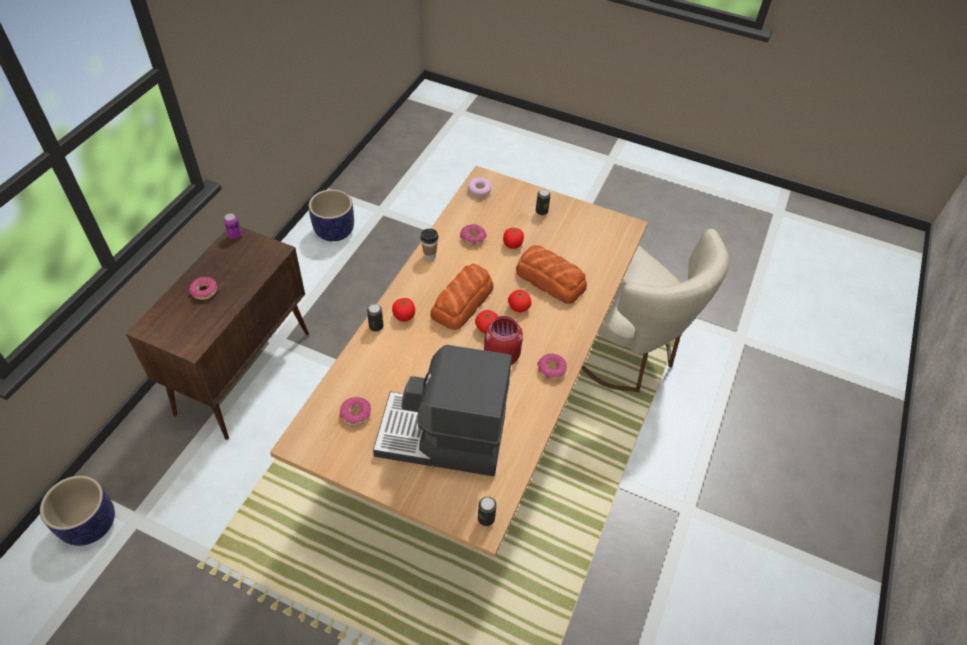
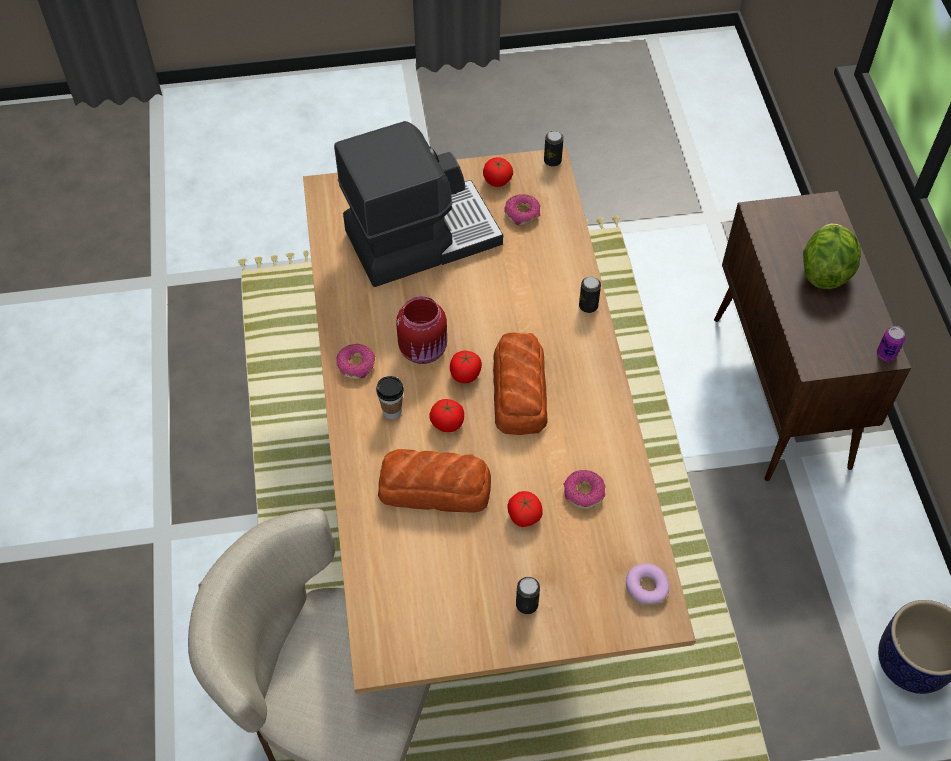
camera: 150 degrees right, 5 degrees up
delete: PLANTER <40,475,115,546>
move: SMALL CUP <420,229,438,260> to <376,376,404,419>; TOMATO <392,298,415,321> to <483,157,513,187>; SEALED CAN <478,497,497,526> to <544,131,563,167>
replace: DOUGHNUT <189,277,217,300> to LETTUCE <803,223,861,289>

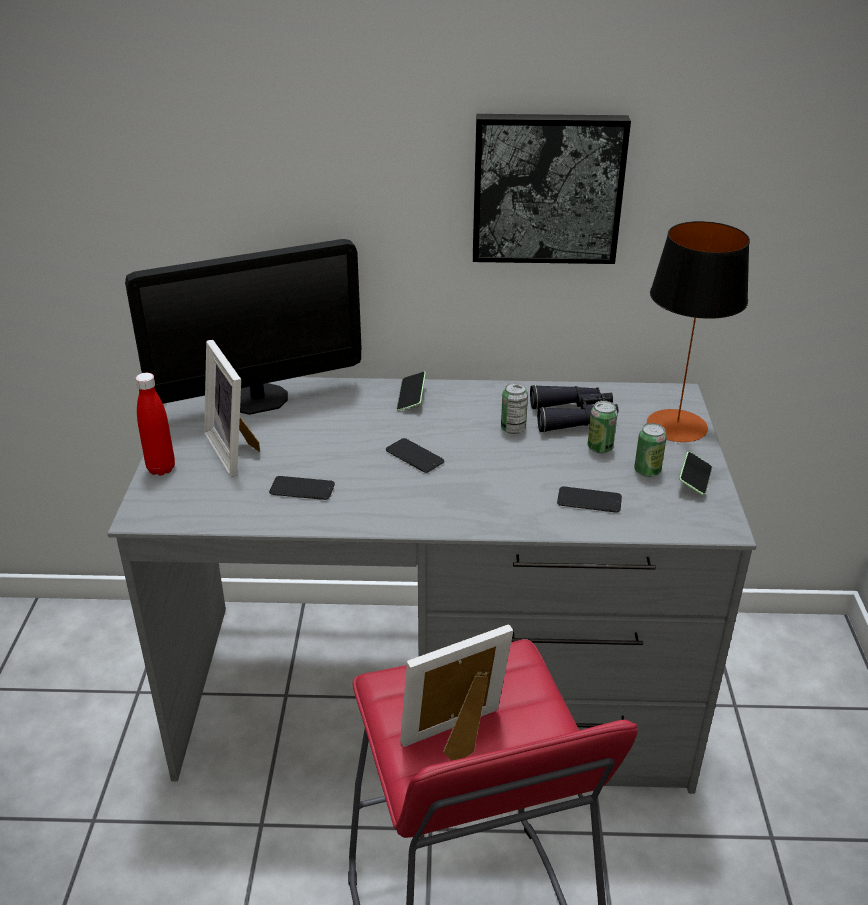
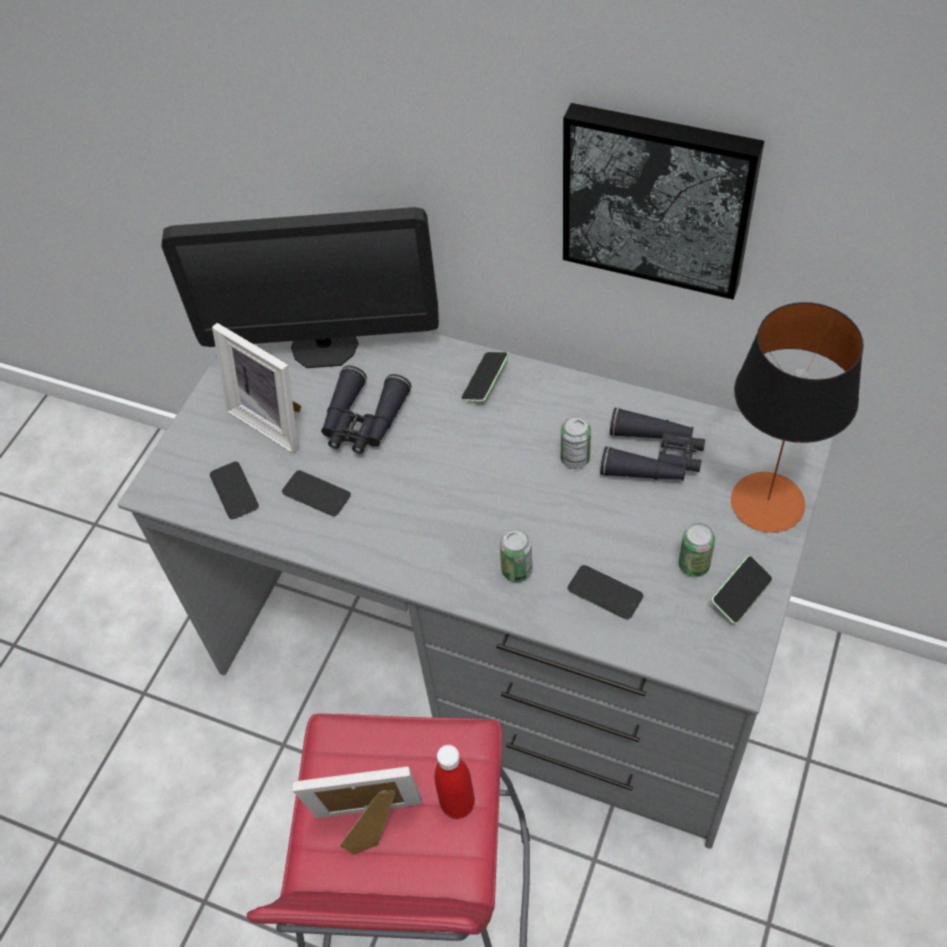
camera: 25 degrees right, 20 degrees up
insert: BLACKISH PAIR OF BINOCULARS <321,366,411,454>
move: REDDISH BEVERAGE BOTTLE <136,373,175,475> to <435,745,475,819>; SEALED CAN <588,401,618,453> to <500,529,533,582>; PHONE <386,438,444,473> to <210,462,259,519>
rotate: PHOTO FRAME <204,340,260,477> = <212,323,301,453> 45 degrees counterclockwise

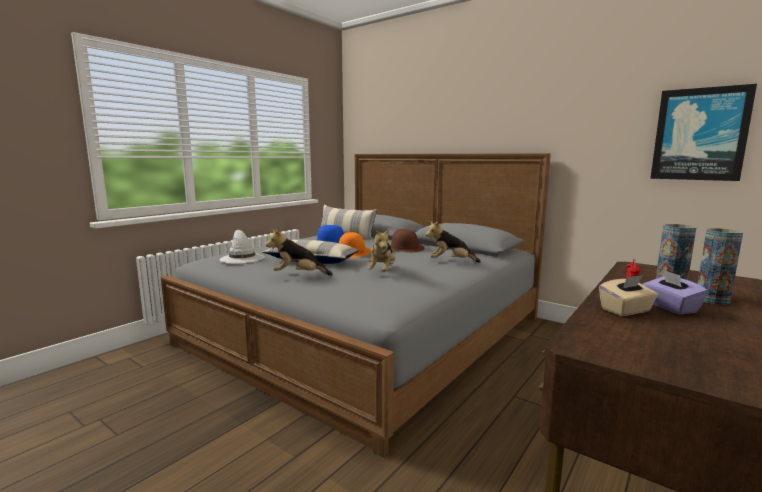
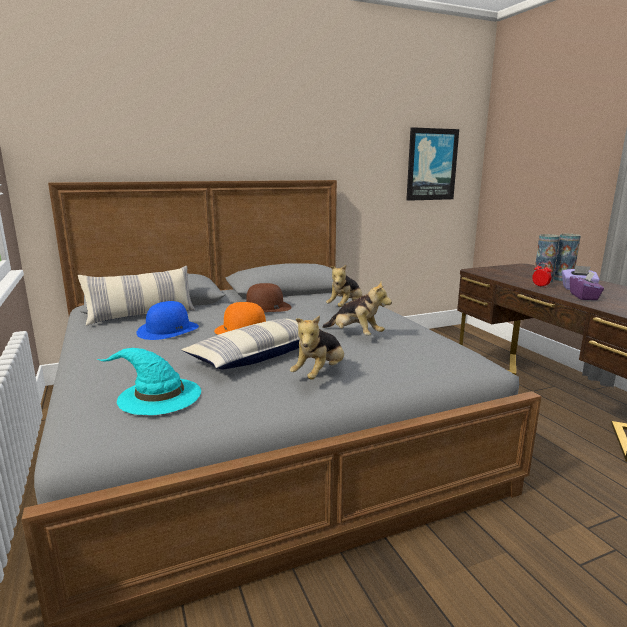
camera: 60 degrees left, 5 degrees up
recolor: WHITE-COLOURED WEARABLE HAT <220,230,265,264> to TURQUOISE WEARABLE HAT <98,348,201,415>; BEIGE TISSUE BOX <599,275,658,316> to PURPLE TISSUE BOX <570,271,604,300>

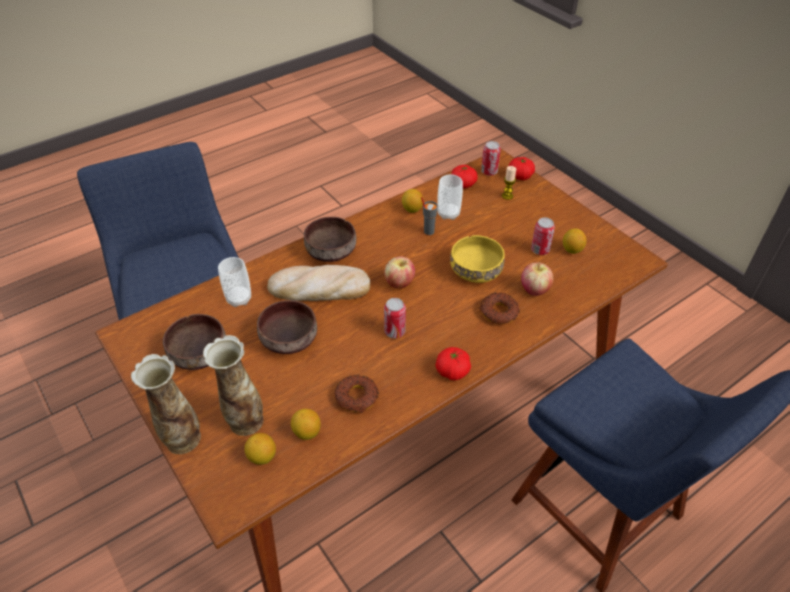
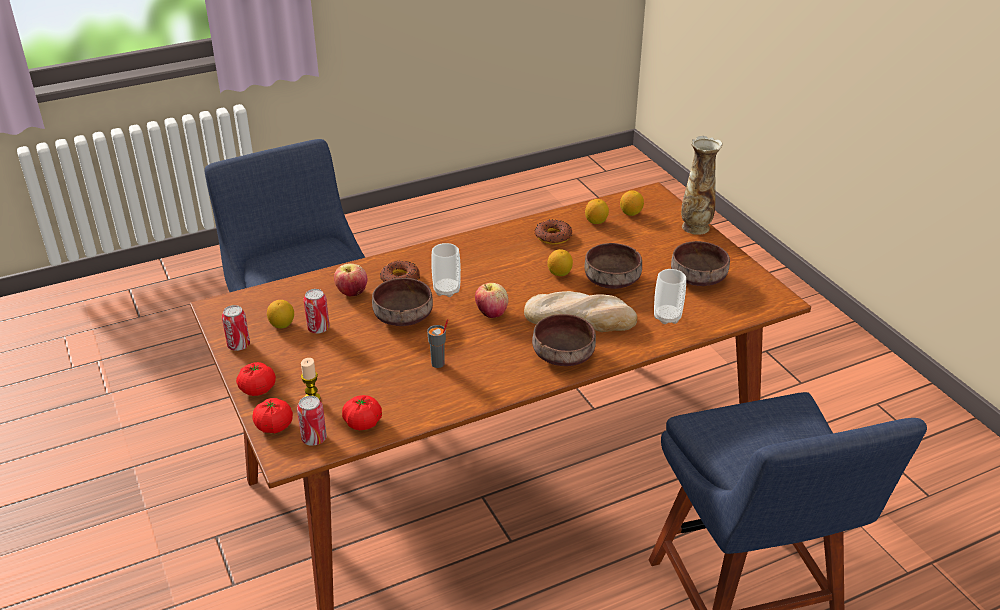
camera: 170 degrees left, 10 degrees down
delete: FLOWER VASE <203,335,264,436>
move: SMALL CUP <437,174,463,220> to <431,243,461,297>; CITRUS FRUIT <402,189,423,213> to <548,249,573,276>; SEALED CAN <384,298,406,338> to <222,305,250,351>; TOMATO <436,347,471,380> to <236,362,276,396>
recolor: YELLOWISH BOWL <450,235,505,283> to BROWN BOWL <372,278,433,326>

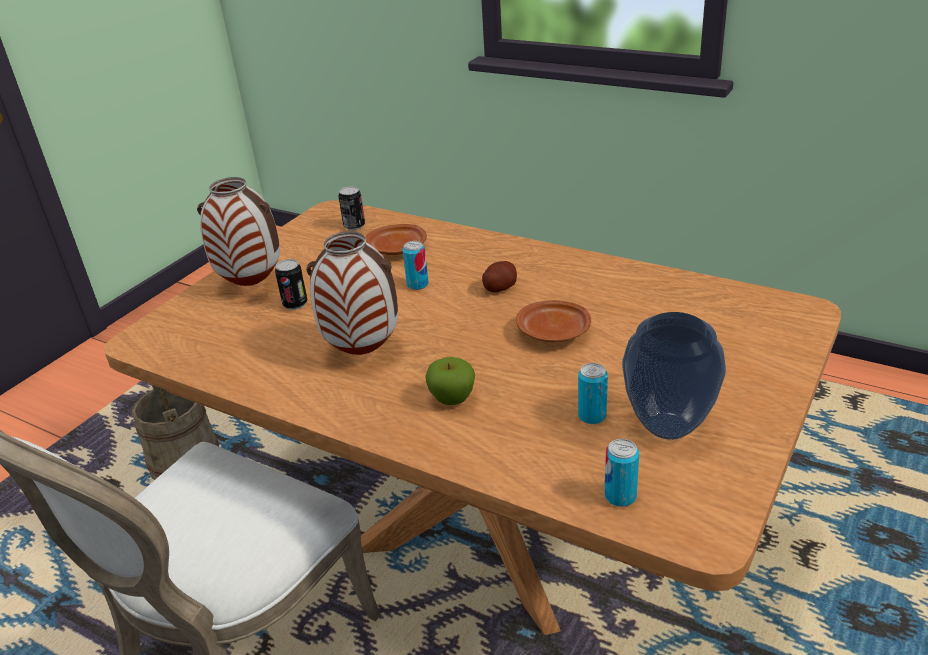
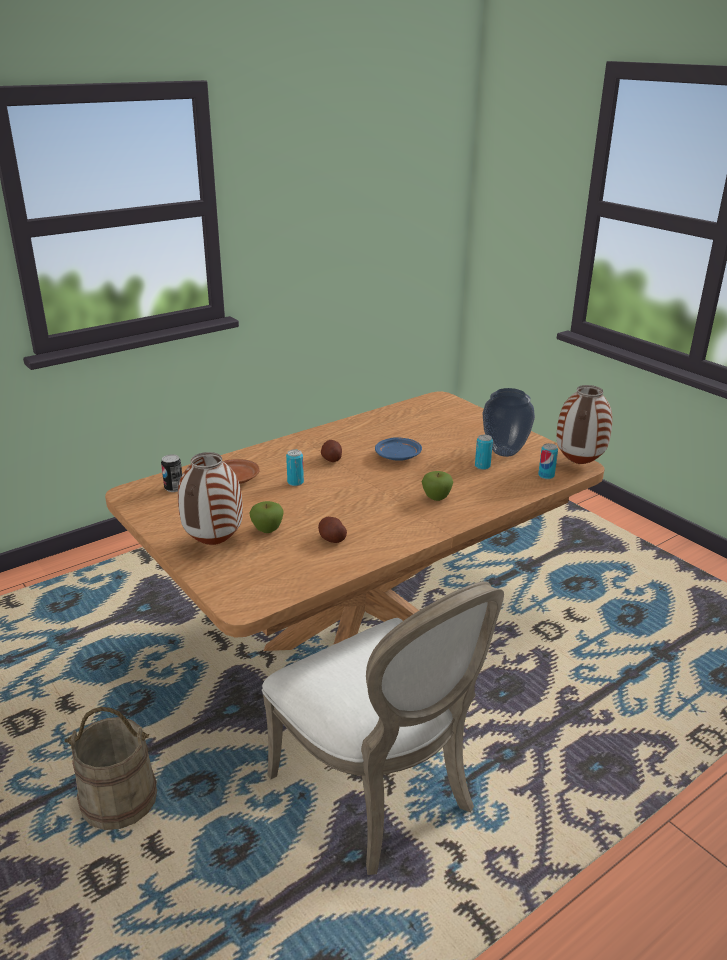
camera: 70 degrees left, 5 degrees down
insert: SPUD <318,517,347,543>
move: FLOWER VASE <307,231,398,355> to <556,385,613,464>
replace: SEALED CAN <275,259,308,310> to APPLE FRUIT <249,501,283,533>
recolor: BROWN DINNER PLATE <516,300,591,342> to BLUE-COLOURED DINNER PLATE <375,437,422,461>

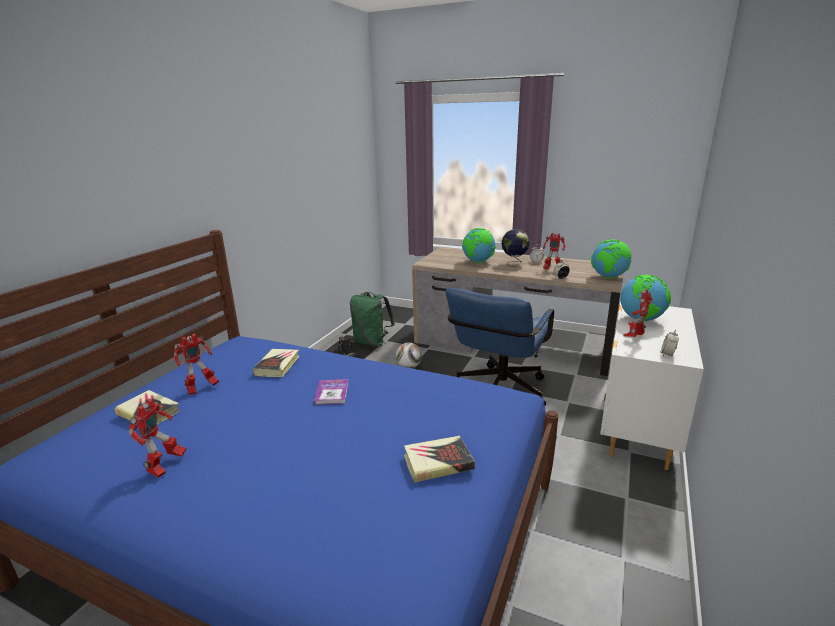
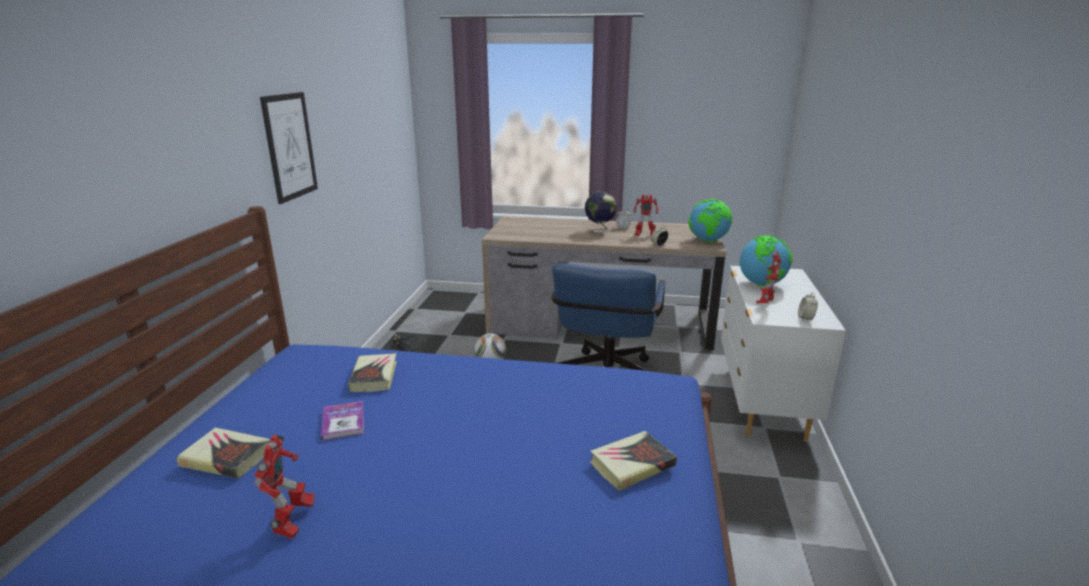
camera: 15 degrees left, 0 degrees up
delete: DESK GLOBE <462,228,496,263>; GREEN RUCKSACK <350,292,395,347>; MODEL ROBOT <174,334,219,395>
insert: PICTURE <260,92,318,204>
move: BOUND BOOK <314,379,349,405> to <321,401,364,441>

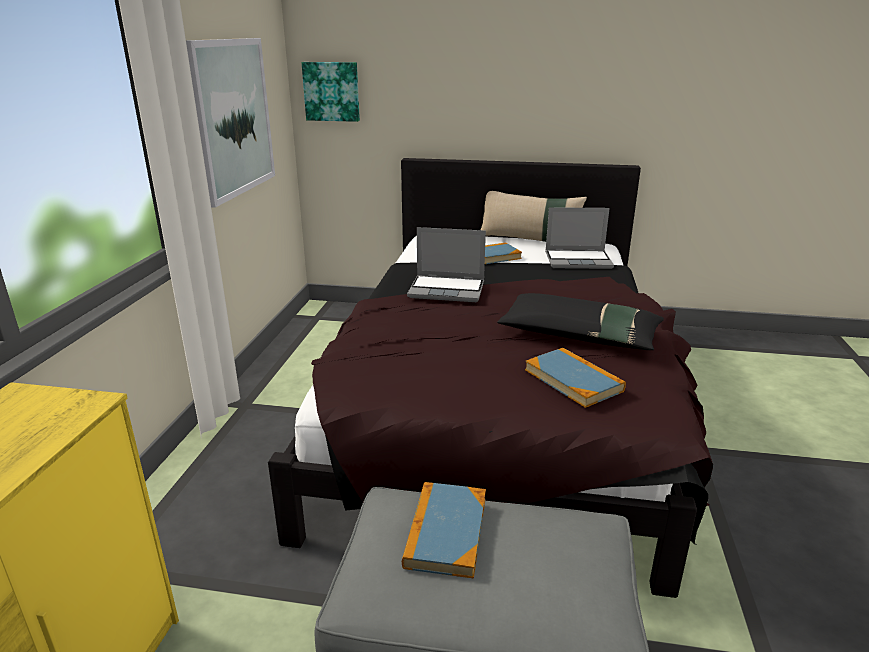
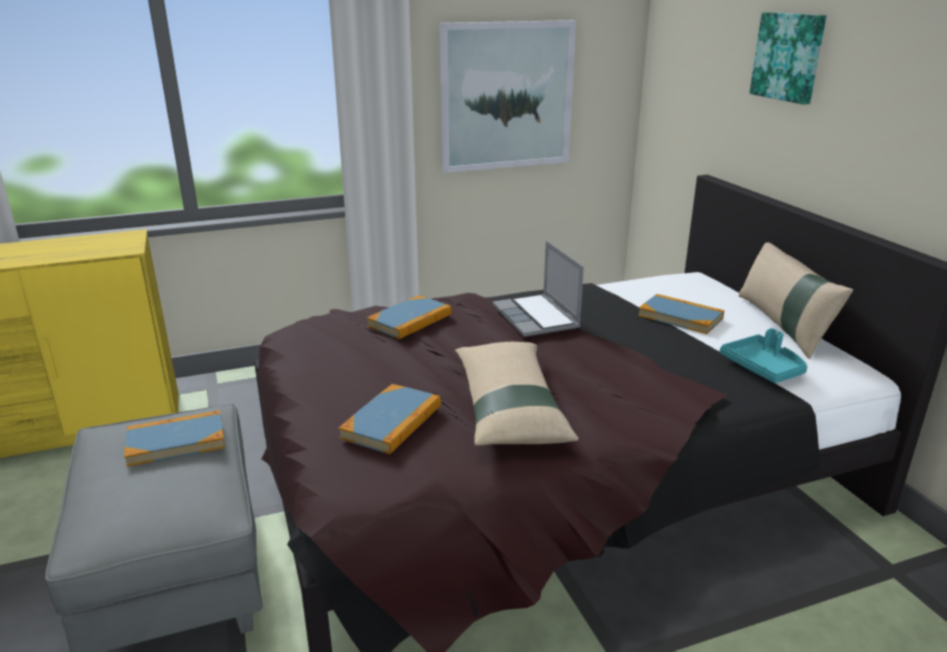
camera: 60 degrees right, 0 degrees up
insert: BOUND BOOK <367,295,452,339>
move: PICTURE <302,62,360,122> to <749,12,826,105>
replace: PORTABLE COMPUTER <545,207,614,269> to TURQUOISE TRAY <720,328,807,383>
recolor: BLACKISH THROW PILLOW <497,293,664,350> to BEIGE THROW PILLOW <455,342,579,445>

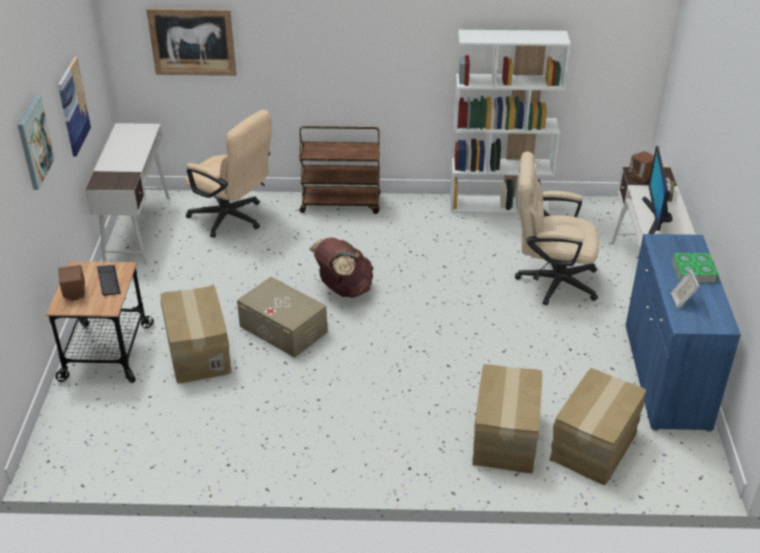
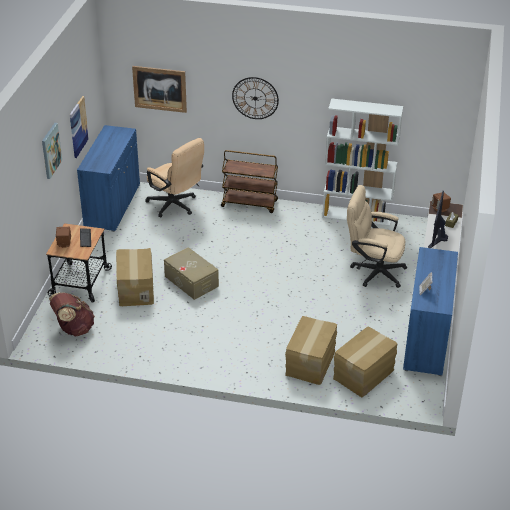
camera: 10 degrees right, 0 degrees up
delete: BOUND BOOK <672,253,719,283>
insert: CLOCK ON THE WALL <232,77,279,119>
move: BROWN RUCKSACK <309,237,374,298> to <49,292,95,336>
replace: WHITE-COLOURED DESK UNIT <85,123,170,265> to BLUE-COLOURED CABINET <77,125,140,232>

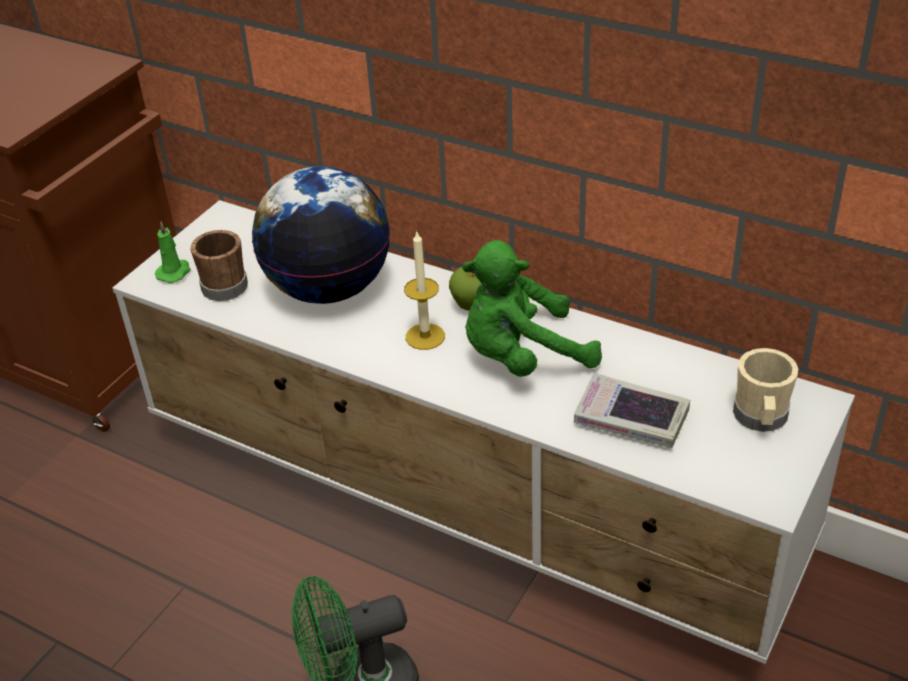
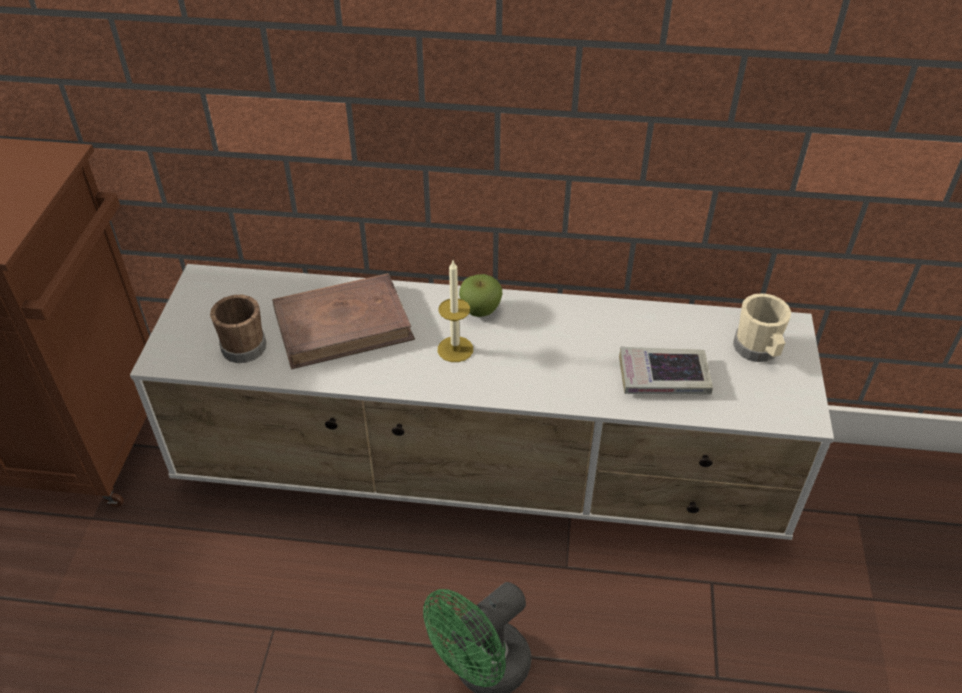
camera: 25 degrees left, 5 degrees up
delete: GREEN WAX LIGHT <155,221,191,283>; GREEN SOFT TOY <462,240,602,377>
replace: DESK GLOBE <252,166,390,304> to BROWN BOUND BOOK <272,273,415,369>

